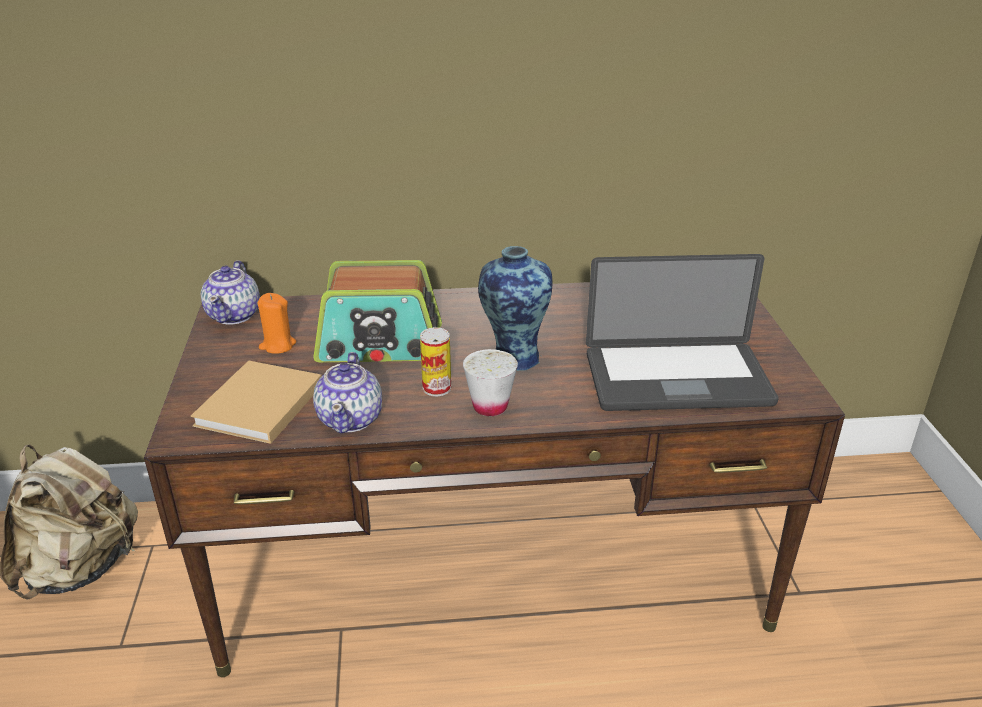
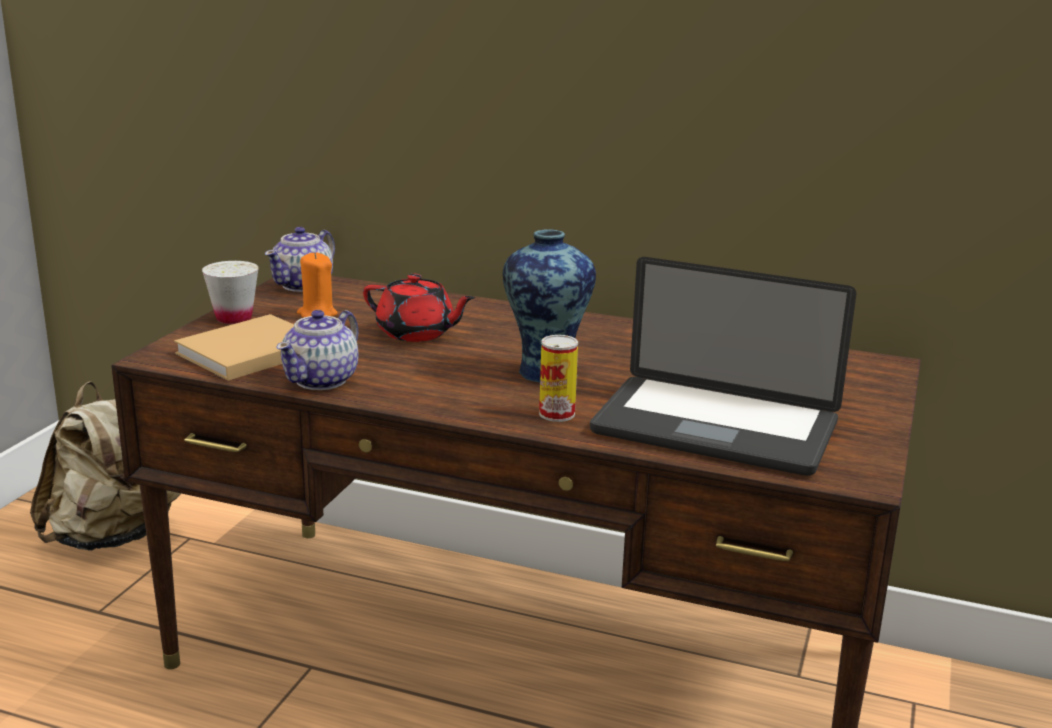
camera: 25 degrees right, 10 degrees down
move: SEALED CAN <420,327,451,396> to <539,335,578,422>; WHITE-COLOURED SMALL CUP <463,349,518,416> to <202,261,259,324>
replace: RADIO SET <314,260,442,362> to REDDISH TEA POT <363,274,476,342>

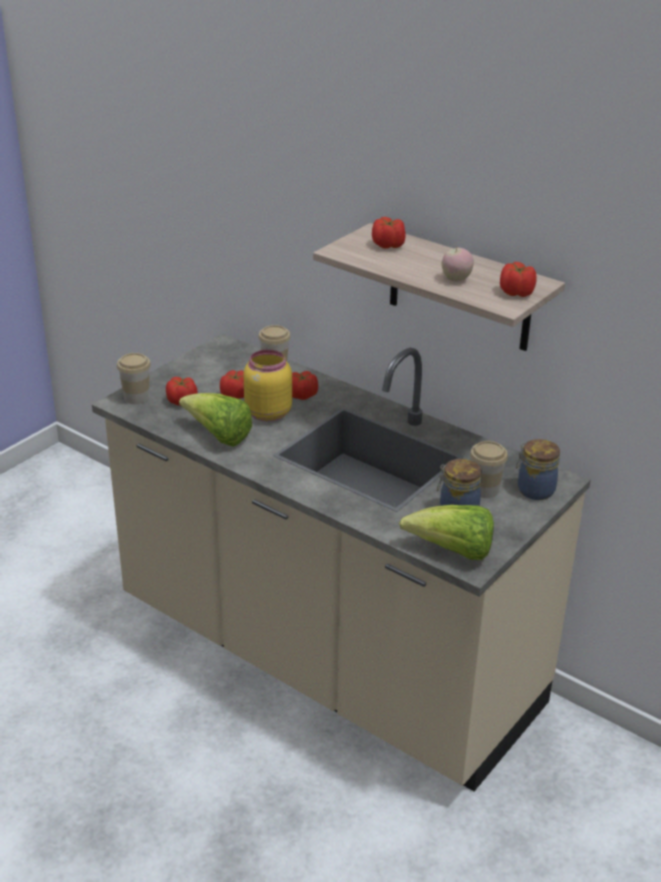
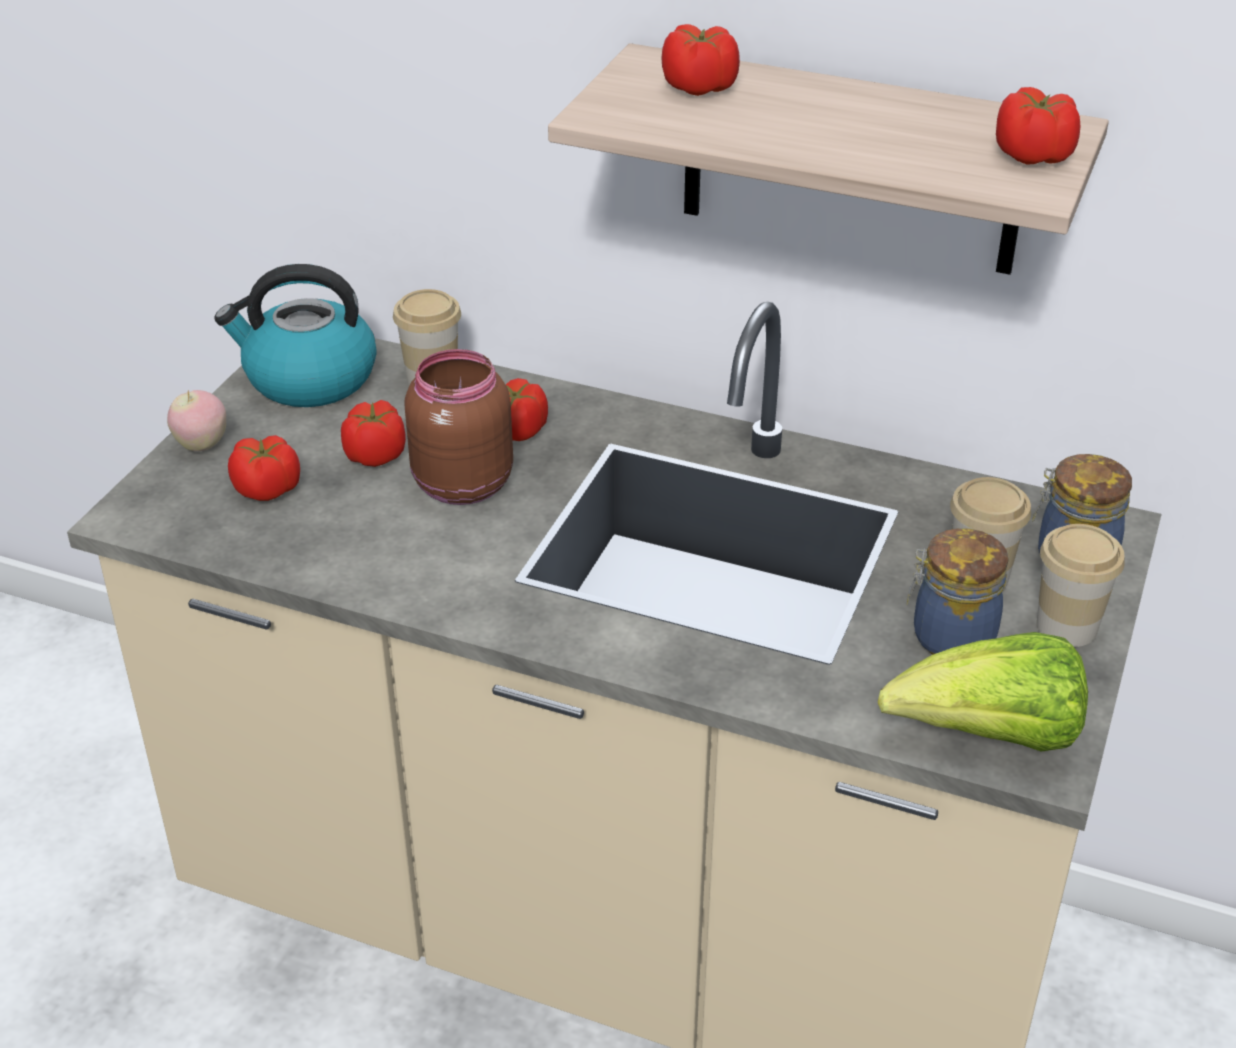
camera: 15 degrees left, 5 degrees up
delete: LETTUCE <179,393,252,447>
insert: TEA KETTLE <214,264,376,407>
move: APPLE FRUIT <442,247,474,281> to <167,390,226,451>; SMALL CUP <117,353,151,404> to <1037,524,1125,647>
recolor: YELLOWISH JAR <243,349,292,422> to BROWN JAR <404,349,513,505>

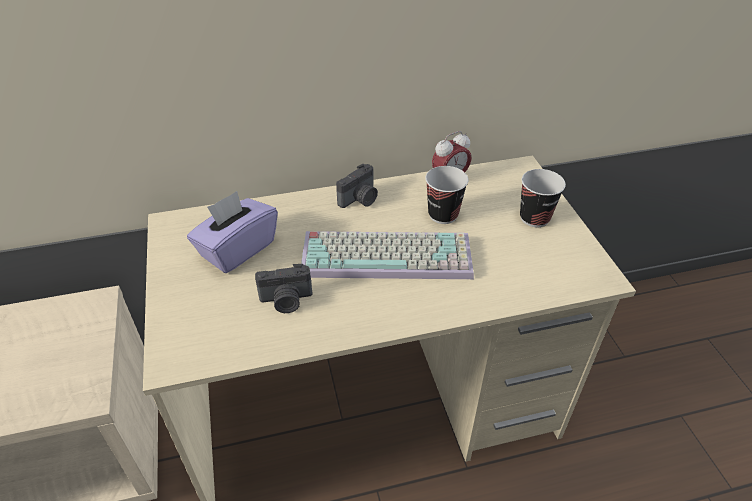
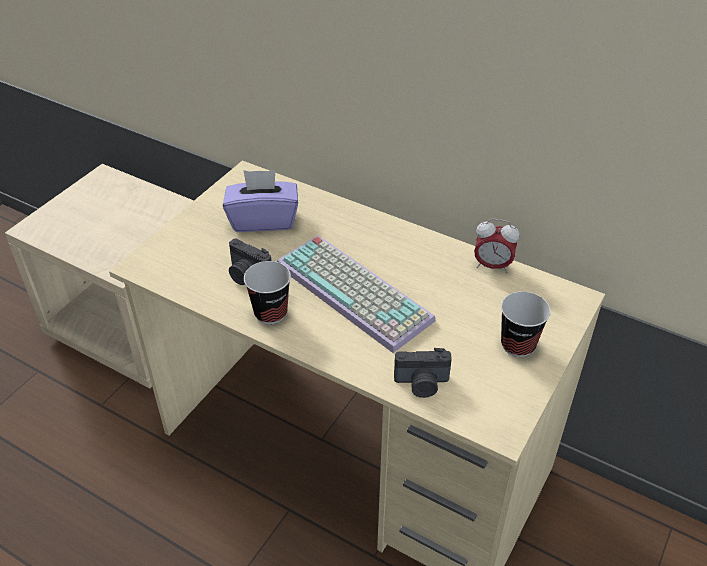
camera: 45 degrees right, 0 degrees up
move: STILL CAMERA <336,164,378,208> to <394,348,452,398>; SMALL CUP <425,166,469,224> to <244,261,291,324>

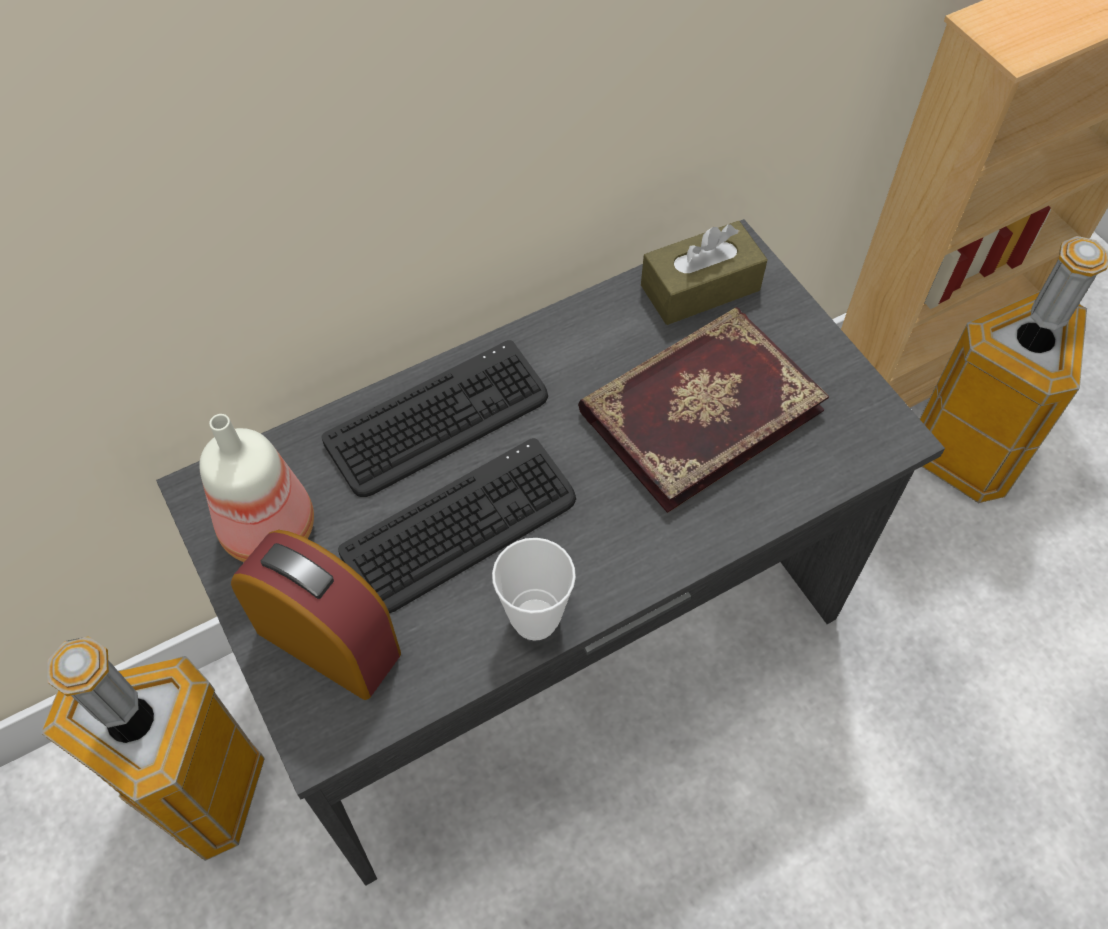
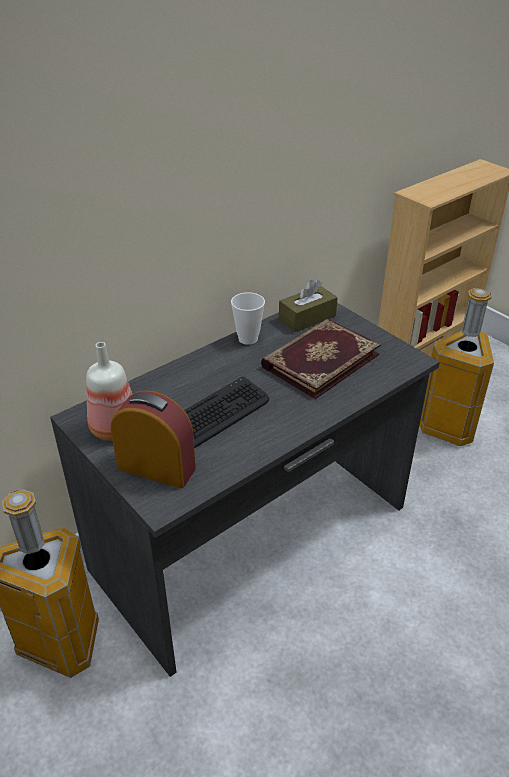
camera: 10 degrees left, 20 degrees down
delete: COMPUTER KEYBOARD <321,340,548,497>
move: SMALL CUP <492,538,576,641> to <231,292,265,345>

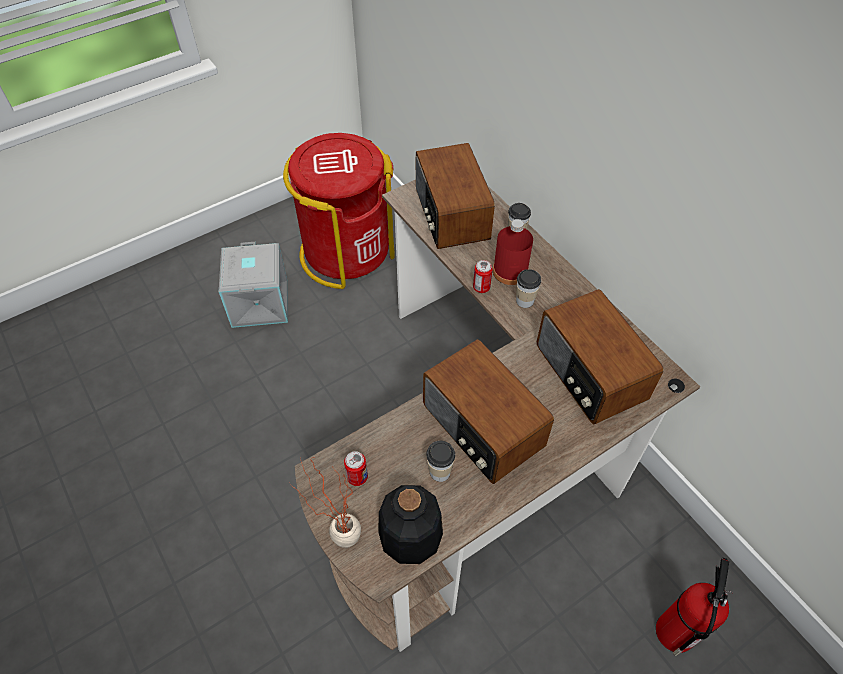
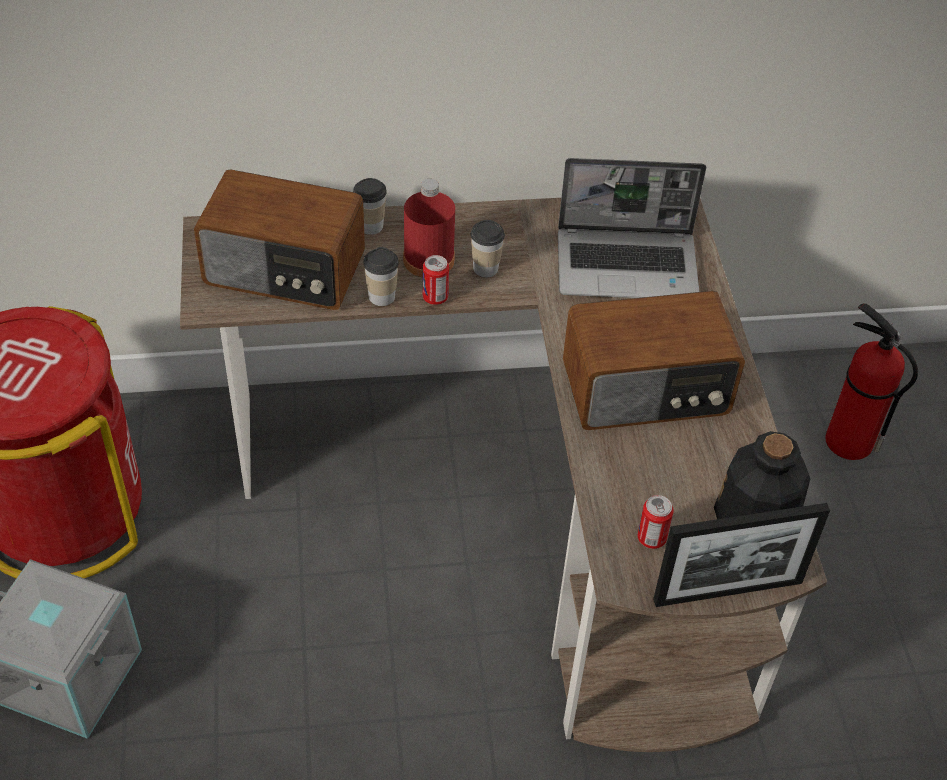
camera: 65 degrees left, 5 degrees down
move: SMALL CUP <426,441,455,482> to <363,247,399,306>
replace: RADIO SET <537,289,663,425> to PORTABLE COMPUTER <558,158,706,298>; HOUSEPLANT <290,457,361,548> to PHOTO FRAME <653,503,830,607>

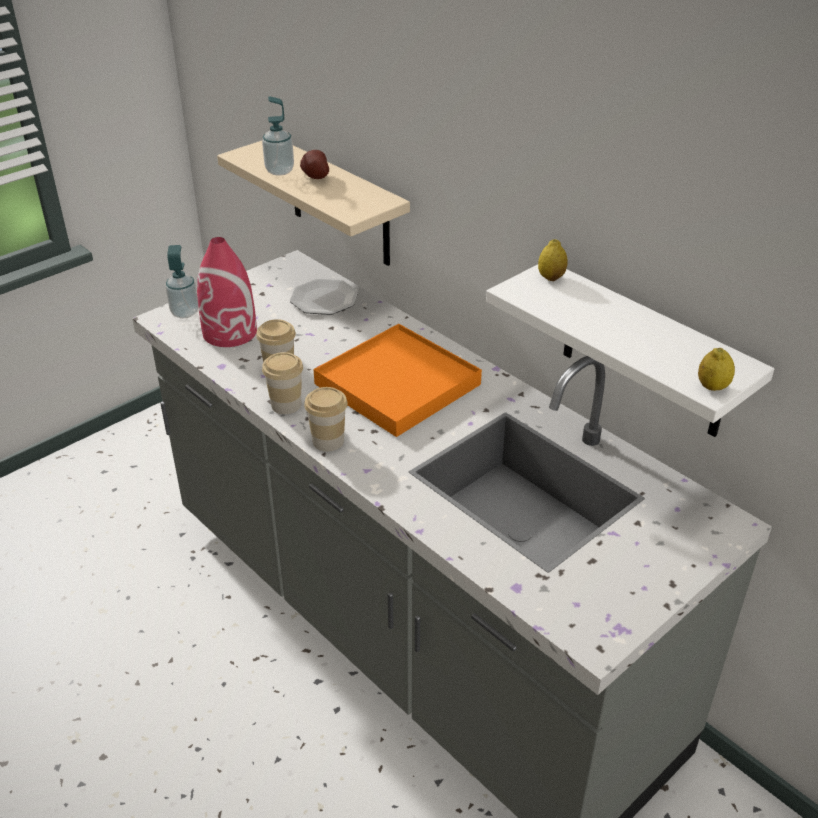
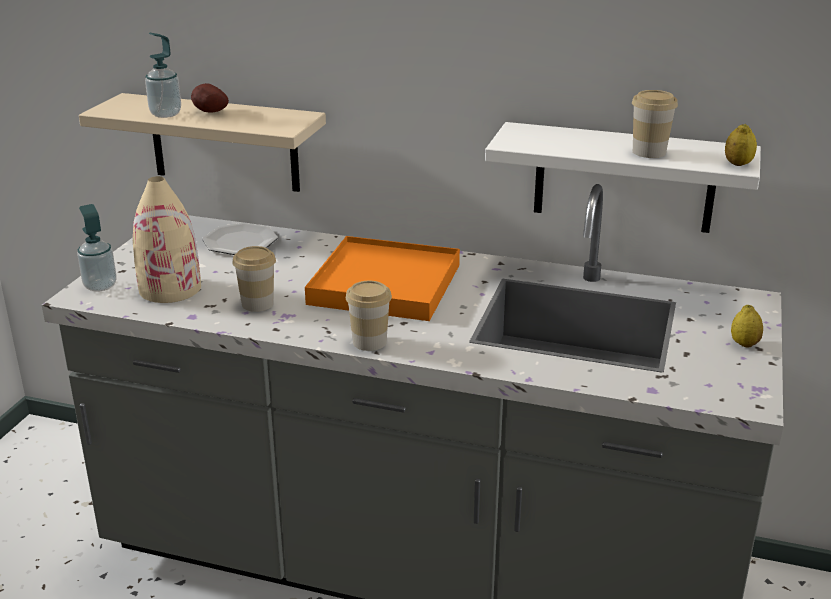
camera: 30 degrees left, 10 degrees down
move: CITRUS FRUIT <538,239,568,281> to <731,305,763,347>; SMALL CUP <262,352,303,414> to <632,90,678,158>
recolor: REDDISH FLOWER VASE <197,237,257,347> to BEIGE FLOWER VASE <133,176,201,303>

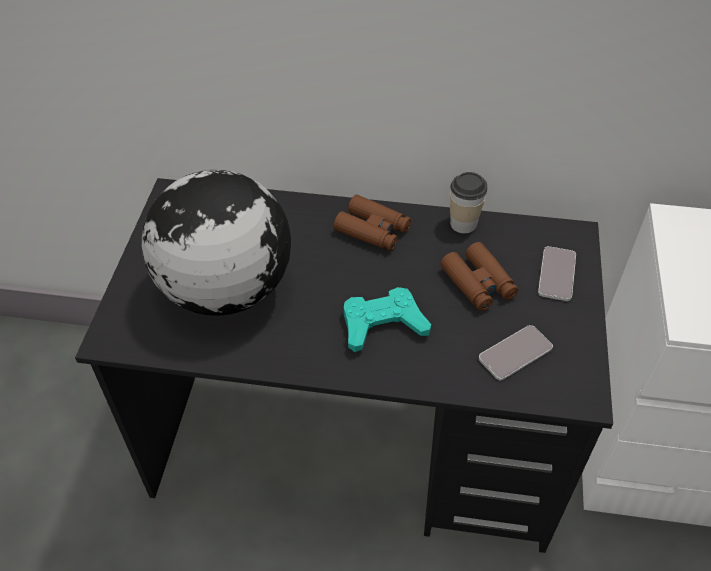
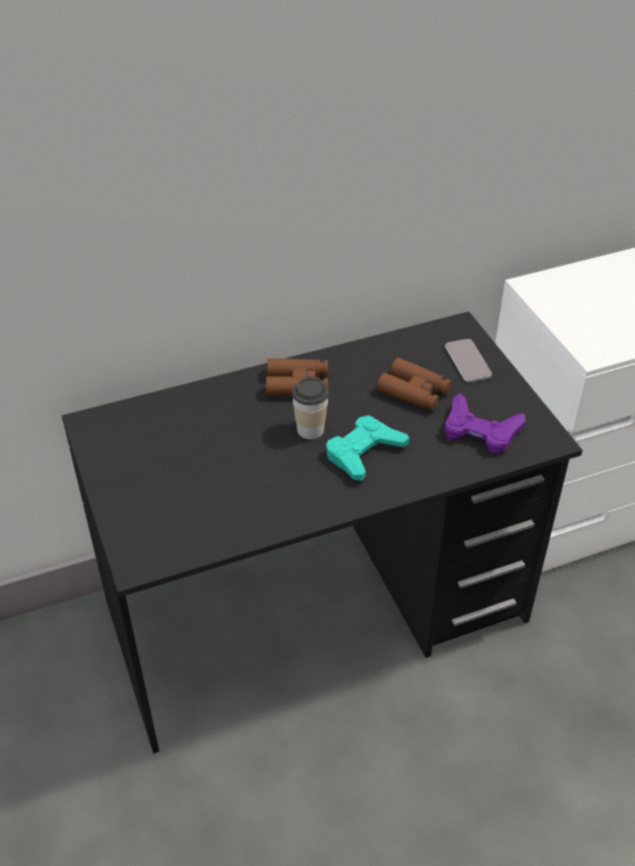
camera: 30 degrees left, 5 degrees down
delete: DESK GLOBE <142,170,291,316>
move: SMALL CUP <450,172,488,233> to <292,377,329,439>
replace: PHONE <479,325,553,380> to PURPLE GAME CONTROLLER <444,393,526,455>

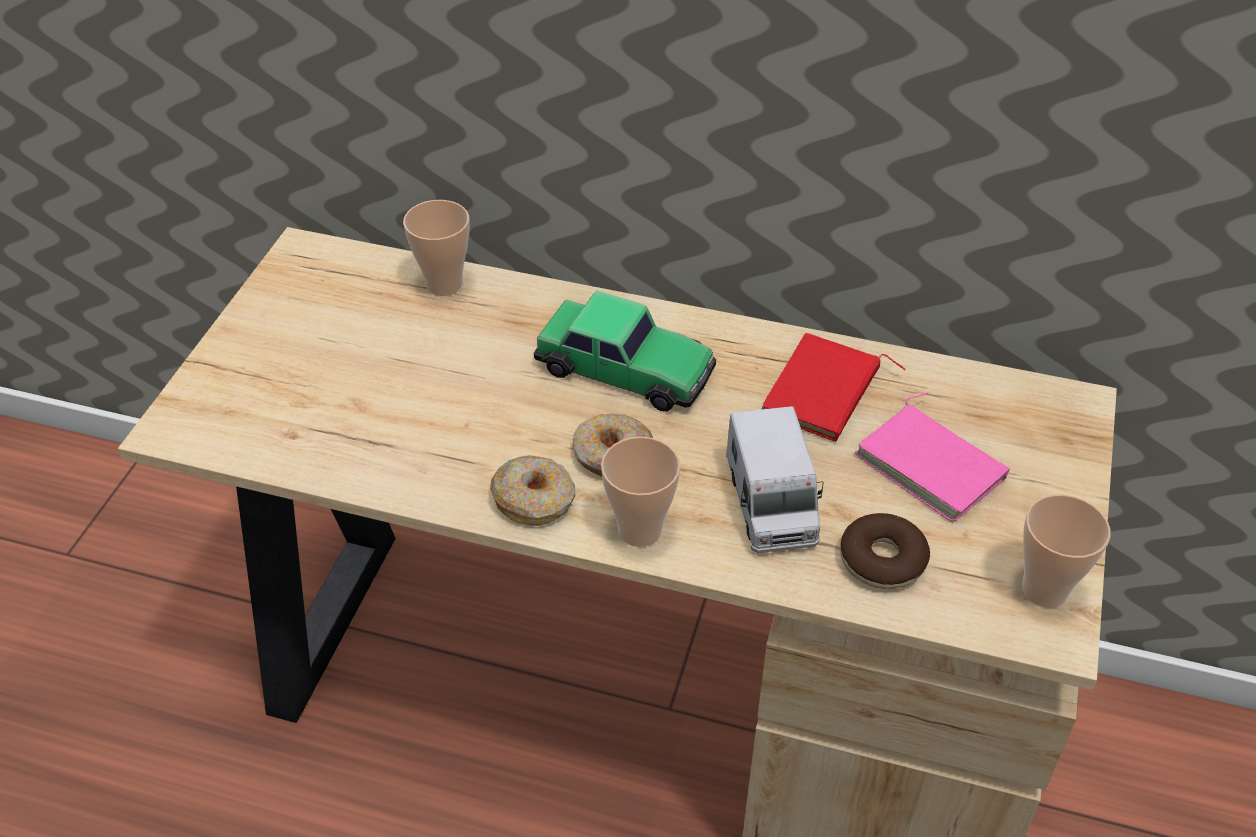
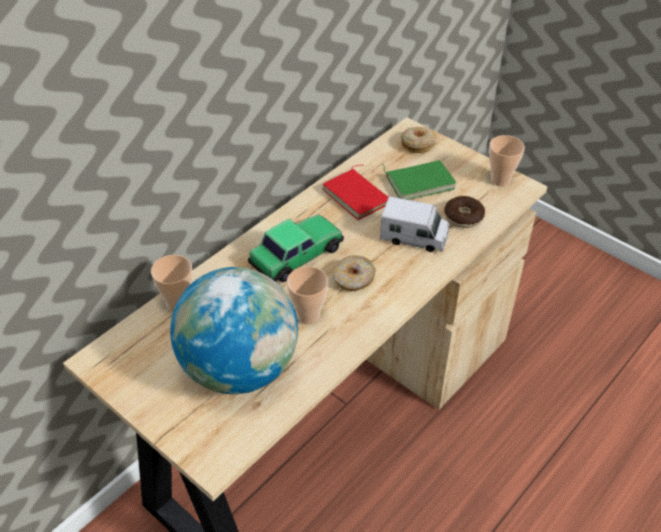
camera: 65 degrees left, 0 degrees up
insert: DESK GLOBE <170,267,298,394>
move: SMALL CUP <601,437,681,547> to <287,266,328,325>; DOUGHNUT <490,455,575,526> to <401,127,437,153>
recolor: PINKISH BOUND BOOK <855,392,1010,522> to GREEN BOUND BOOK <382,160,456,200>

